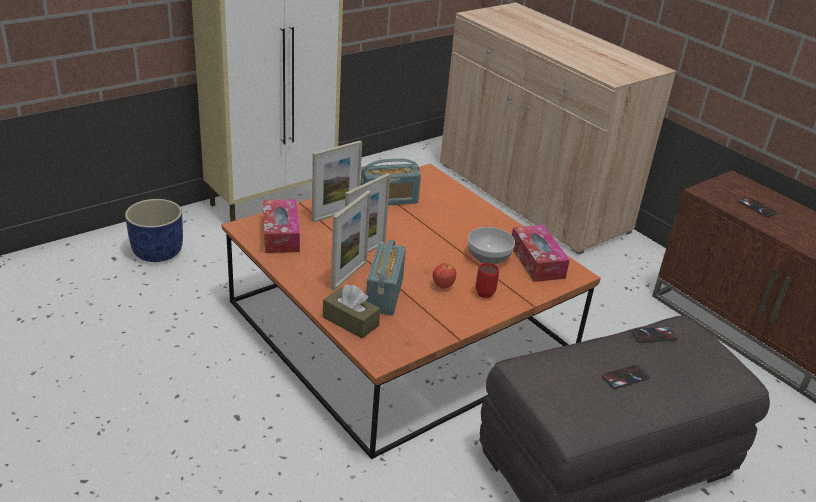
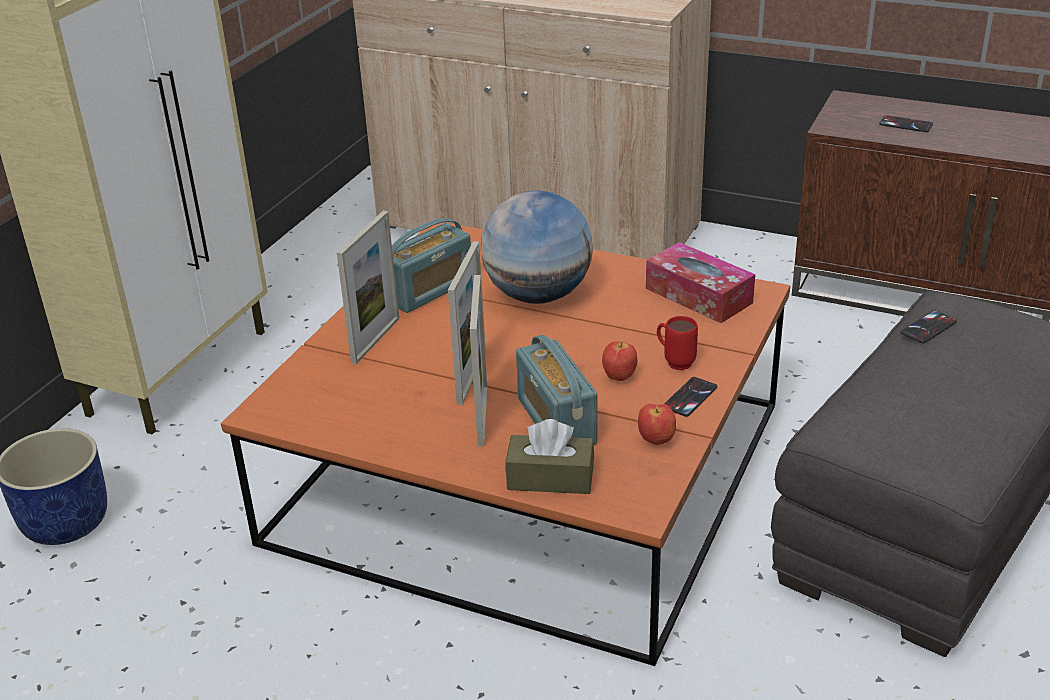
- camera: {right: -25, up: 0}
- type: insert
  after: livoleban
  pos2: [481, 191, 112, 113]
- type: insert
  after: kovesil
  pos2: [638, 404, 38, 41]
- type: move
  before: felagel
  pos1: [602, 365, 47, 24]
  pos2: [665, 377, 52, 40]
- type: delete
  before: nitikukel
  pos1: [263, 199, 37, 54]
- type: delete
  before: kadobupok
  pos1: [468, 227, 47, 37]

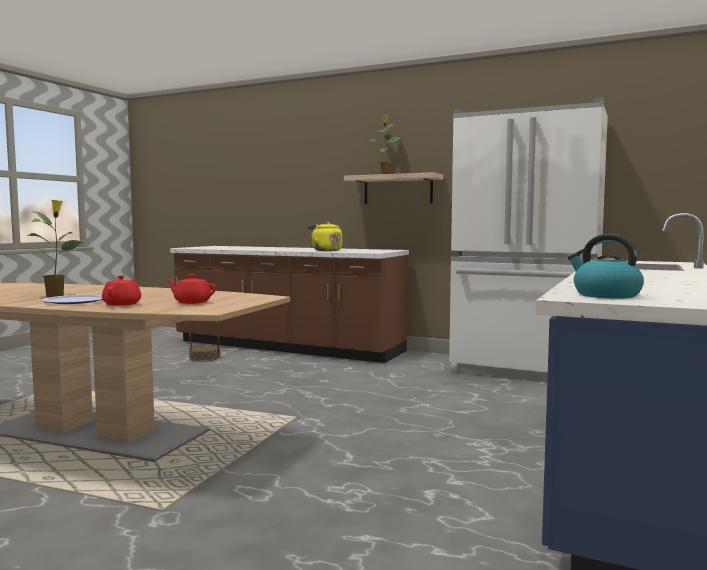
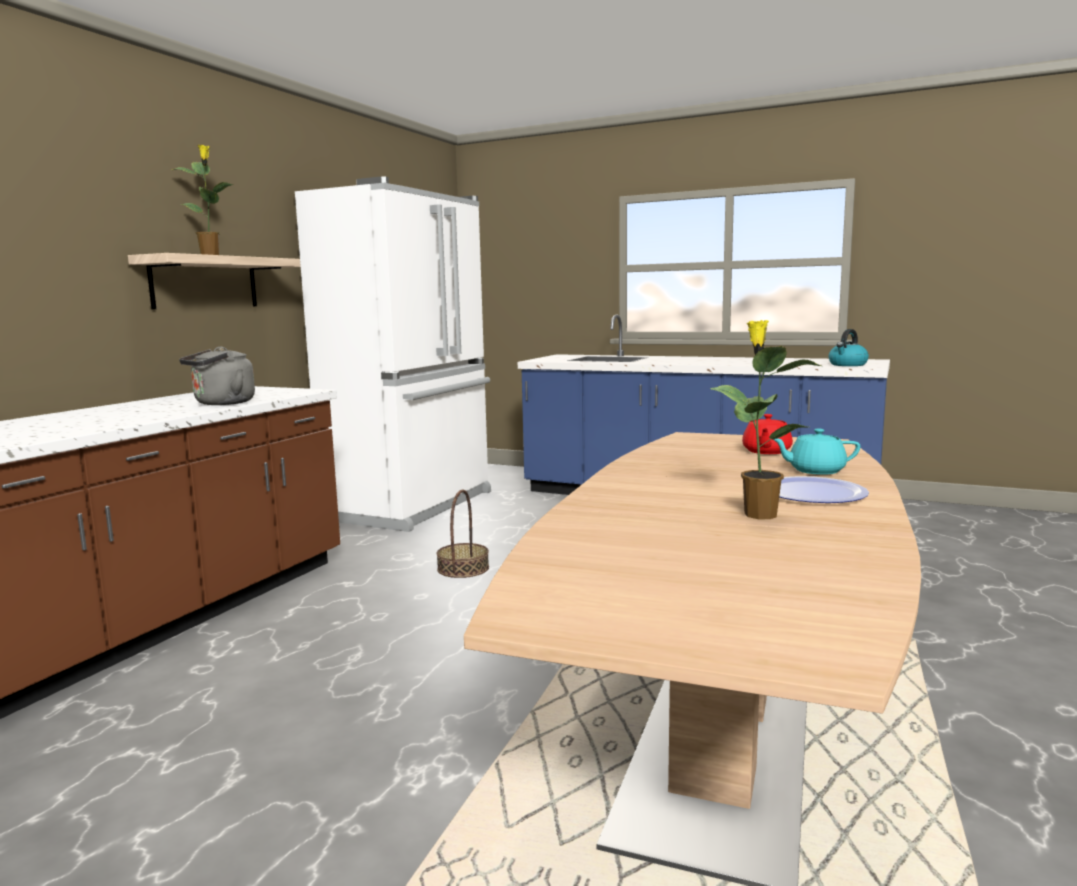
- camera: {right: -90, up: 5}
- type: recolor
  before: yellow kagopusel
  after: grey kagopusel
  pos1: [307, 222, 35, 29]
  pos2: [179, 347, 76, 58]
- type: move
  before: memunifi
  pos1: [189, 321, 31, 41]
  pos2: [437, 489, 52, 89]
- type: recolor
  before: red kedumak
  after: turquoise kedumak
  pos1: [102, 275, 39, 31]
  pos2: [773, 429, 87, 46]

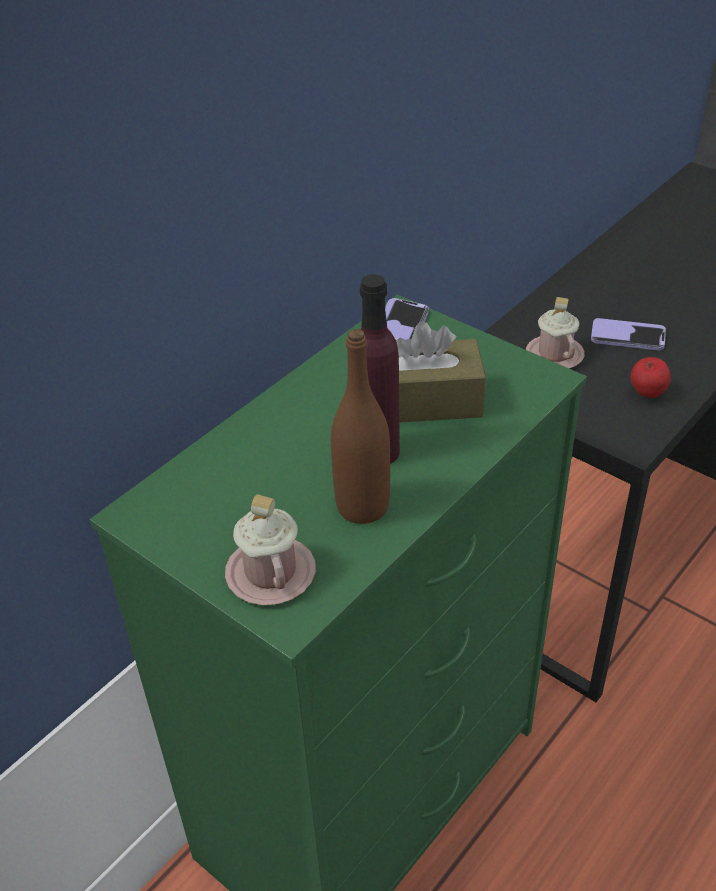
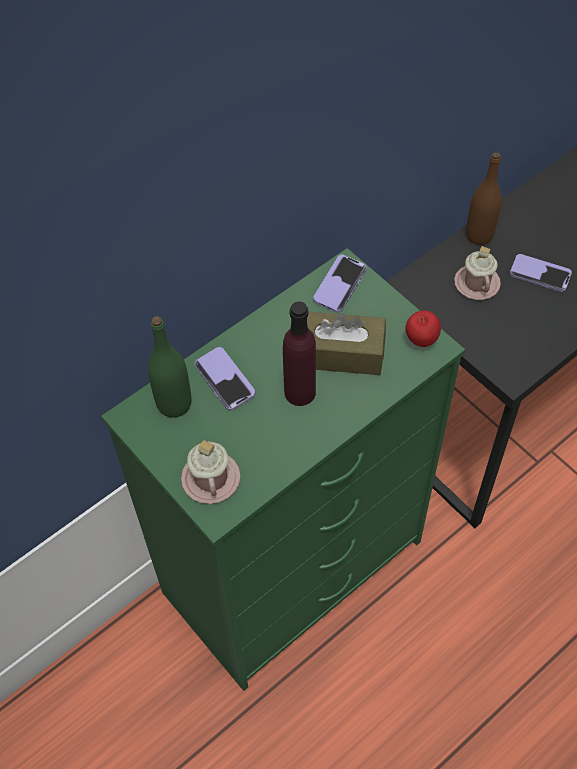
- camera: {right: 10, up: 15}
- type: insert
  after: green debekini
  pos2: [148, 316, 43, 102]
- type: insert
  after: felagel
  pos2: [195, 347, 61, 64]
- type: move
  before: kovesil
  pos1: [630, 357, 41, 41]
  pos2: [405, 310, 36, 37]
- type: move
  before: brown debekini
  pos1: [331, 329, 59, 195]
  pos2: [466, 152, 36, 93]

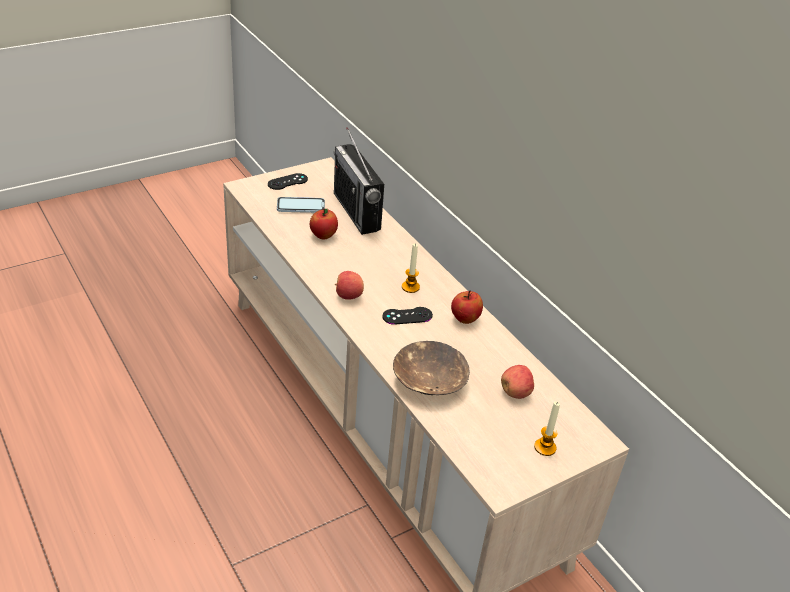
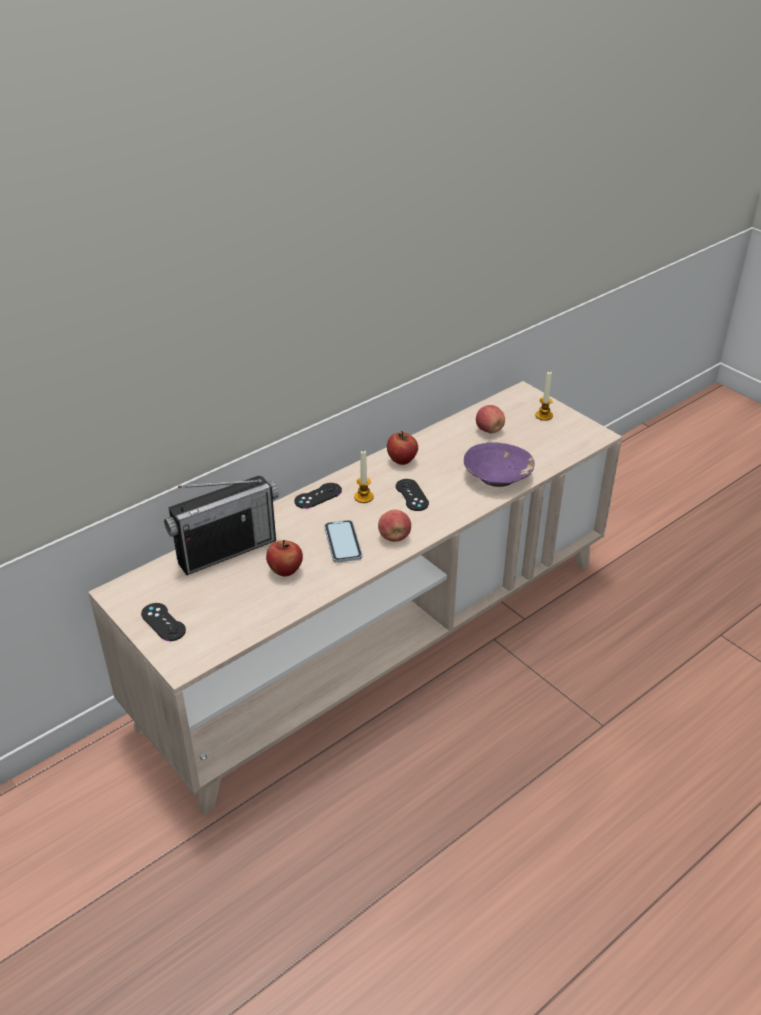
- camera: {right: -95, up: 0}
- type: insert
  after: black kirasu
  pos2: [294, 483, 48, 26]
- type: move
  before: felagel
  pos1: [277, 197, 48, 16]
  pos2: [324, 520, 38, 43]
- type: recolor
  before: brown kadobupok
  after: purple kadobupok
  pos1: [393, 341, 77, 54]
  pos2: [464, 442, 71, 45]

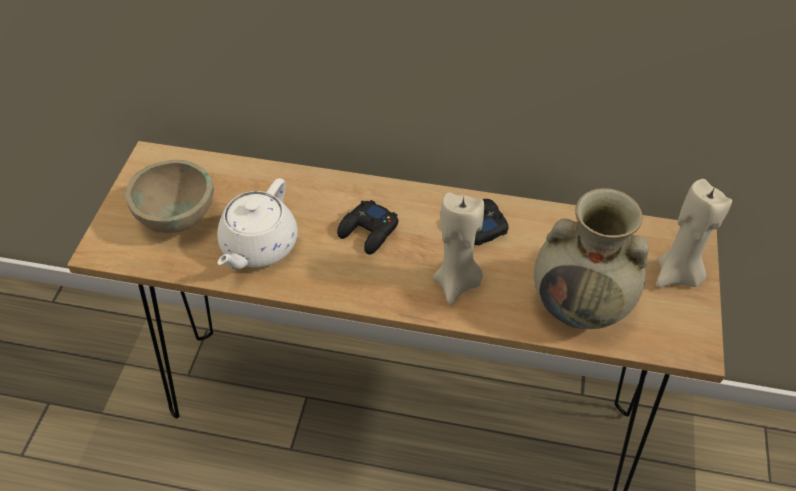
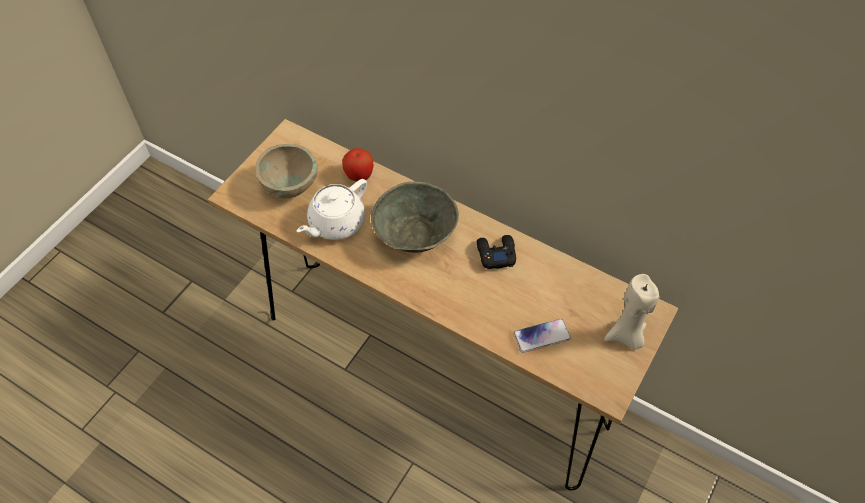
- camera: {right: 20, up: 5}
- type: insert
  after: kovesil
  pos2: [342, 148, 31, 33]
- type: replace
  before: black kirasu
  after: grey kadobupok
  pos1: [337, 200, 61, 54]
  pos2: [371, 182, 88, 71]
- type: replace
  before: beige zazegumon
  after: felagel
  pos1: [534, 188, 115, 141]
  pos2: [513, 318, 58, 35]
- type: delete
  before: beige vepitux
  pos1: [433, 192, 51, 113]

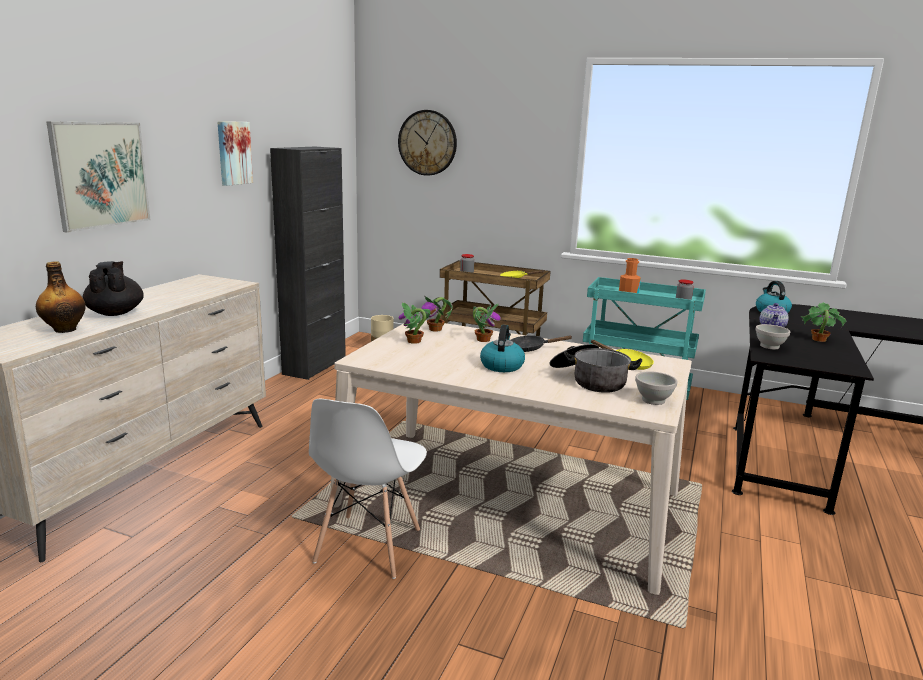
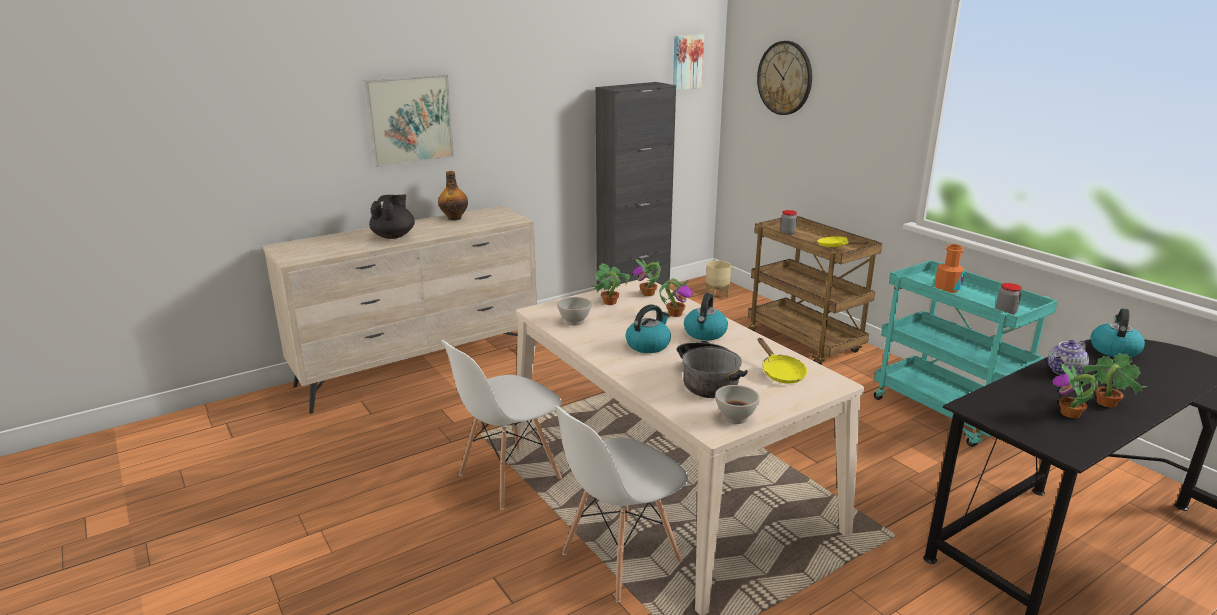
- camera: {right: 35, up: 5}
- type: move
  before: debekini
  pos1: [36, 262, 50, 71]
  pos2: [438, 171, 30, 49]
- type: insert
  after: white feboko
  pos2: [554, 405, 134, 197]
- type: move
  before: white kadobupok
  pos1: [755, 324, 35, 25]
  pos2: [557, 297, 35, 29]
- type: move
  before: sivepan
  pos1: [217, 121, 36, 65]
  pos2: [673, 34, 31, 56]
- type: replace
  before: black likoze
  after: kagopusel
  pos1: [510, 336, 63, 16]
  pos2: [684, 293, 44, 47]
- type: insert
  after: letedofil
  pos2: [1053, 363, 45, 55]

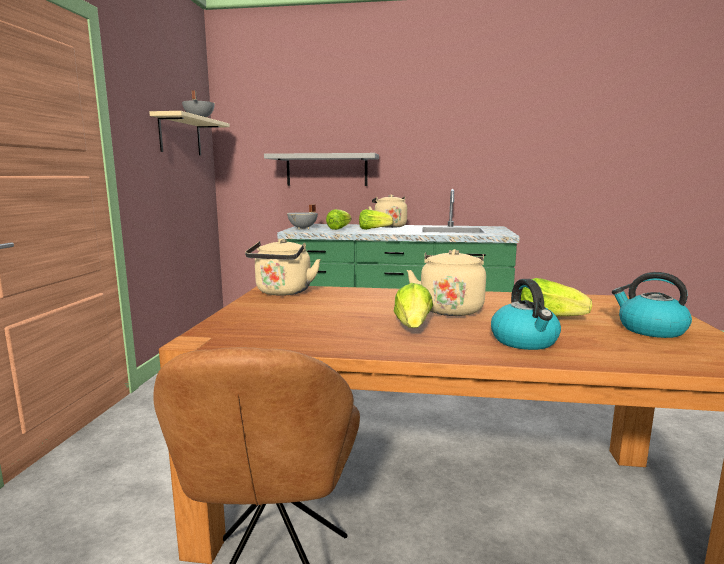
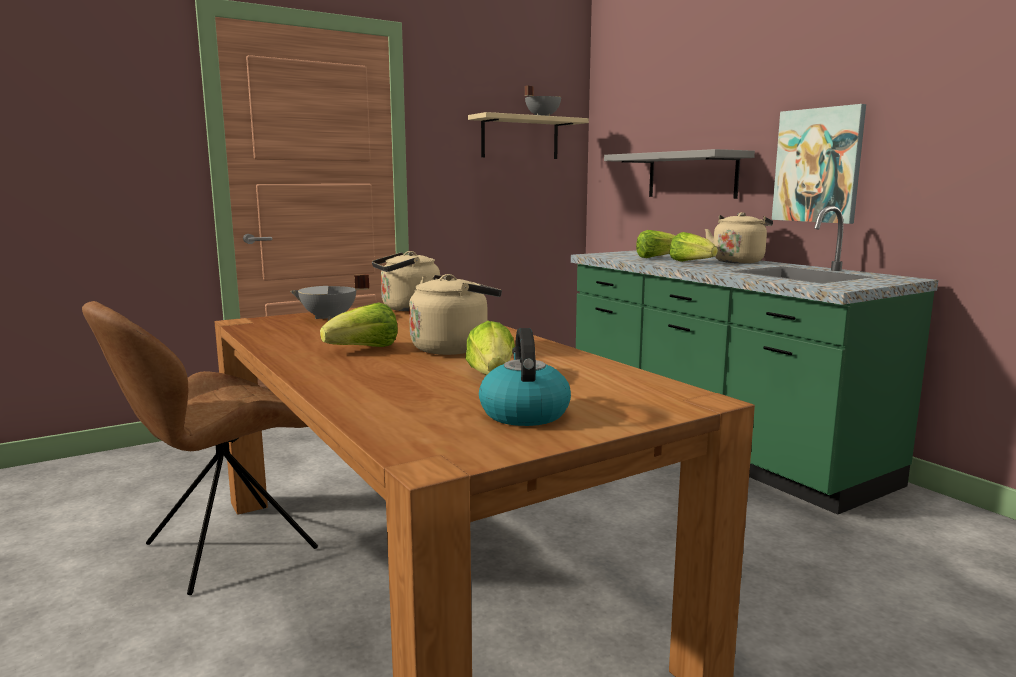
- camera: {right: 50, up: 0}
- type: move
  before: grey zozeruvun
  pos1: [287, 204, 31, 25]
  pos2: [290, 274, 79, 47]
- type: insert
  after: sivepan
  pos2: [772, 104, 94, 120]
- type: delete
  before: kagopusel
  pos1: [491, 279, 70, 71]

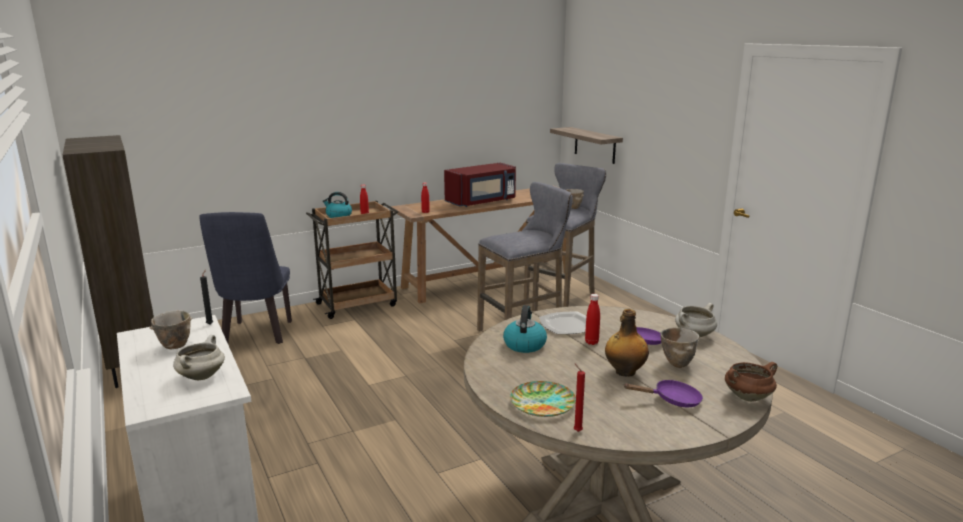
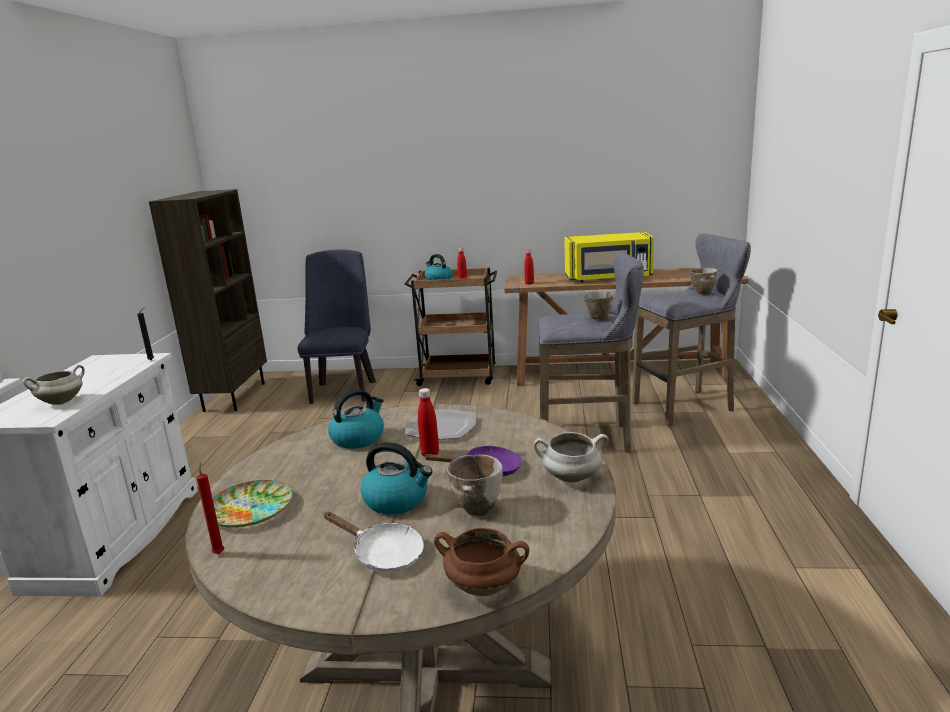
- camera: {right: 35, up: 0}
- type: rotate
  before: blue feboko
  pos1: [199, 212, 93, 132]
  pos2: [298, 249, 78, 155]
  turn: 150
- type: recolor
  before: purple likoze
  after: white likoze
  pos1: [623, 380, 80, 27]
  pos2: [324, 512, 100, 61]
- type: replace
  before: debekini
  after: kagopusel
  pos1: [605, 309, 44, 68]
  pos2: [360, 442, 73, 73]
- type: recolor
  before: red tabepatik
  after: yellow tabepatik
  pos1: [444, 163, 72, 44]
  pos2: [564, 232, 90, 50]
- type: move
  before: kadobupok
  pos1: [150, 310, 42, 39]
  pos2: [583, 290, 32, 30]
- type: delete
  before: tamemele
  pos1: [550, 127, 73, 37]

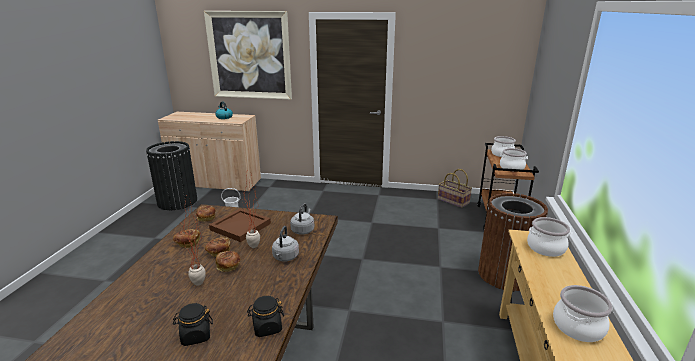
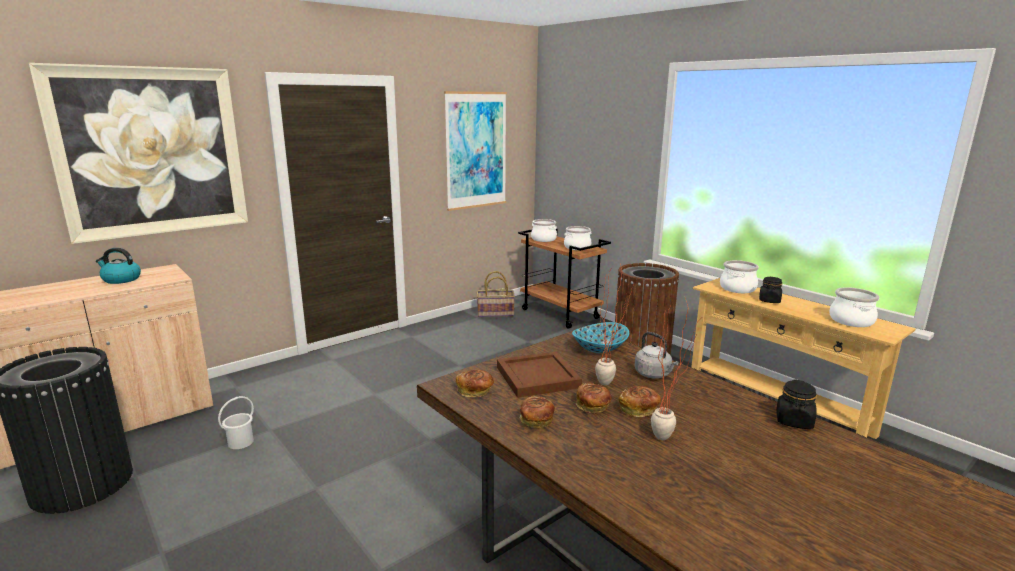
- camera: {right: -50, up: -5}
- type: insert
  after: sivepan
  pos2: [444, 91, 63, 120]
- type: replace
  before: grey kagopusel
  after: kadobupok
  pos1: [290, 203, 24, 32]
  pos2: [572, 322, 57, 31]
- type: move
  before: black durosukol
  pos1: [173, 303, 40, 43]
  pos2: [759, 277, 23, 26]

